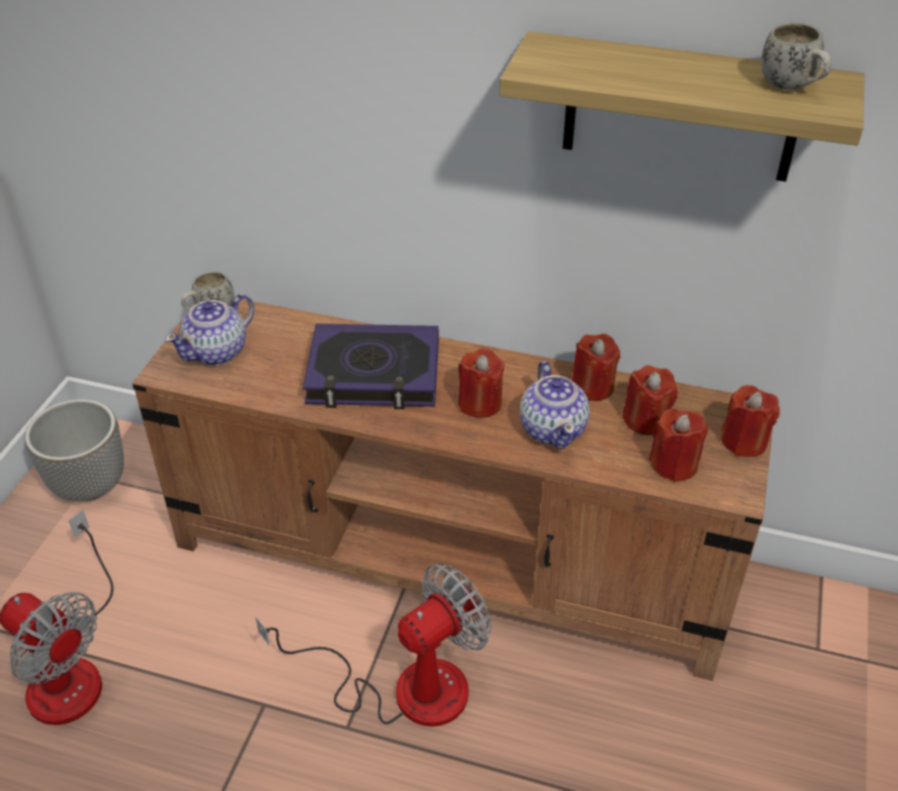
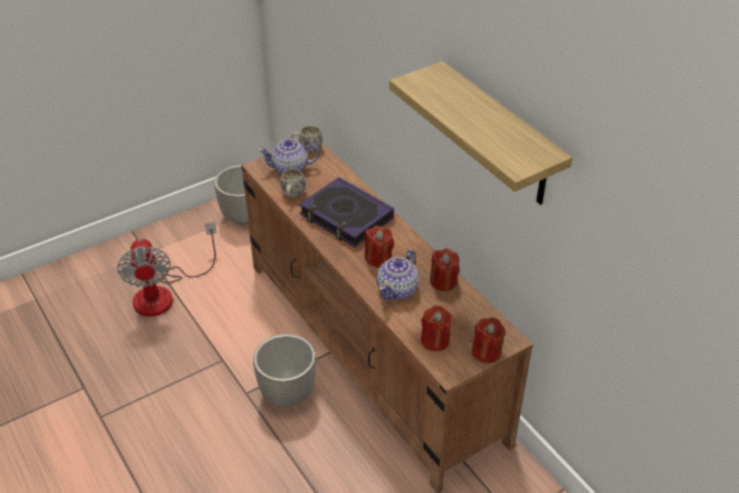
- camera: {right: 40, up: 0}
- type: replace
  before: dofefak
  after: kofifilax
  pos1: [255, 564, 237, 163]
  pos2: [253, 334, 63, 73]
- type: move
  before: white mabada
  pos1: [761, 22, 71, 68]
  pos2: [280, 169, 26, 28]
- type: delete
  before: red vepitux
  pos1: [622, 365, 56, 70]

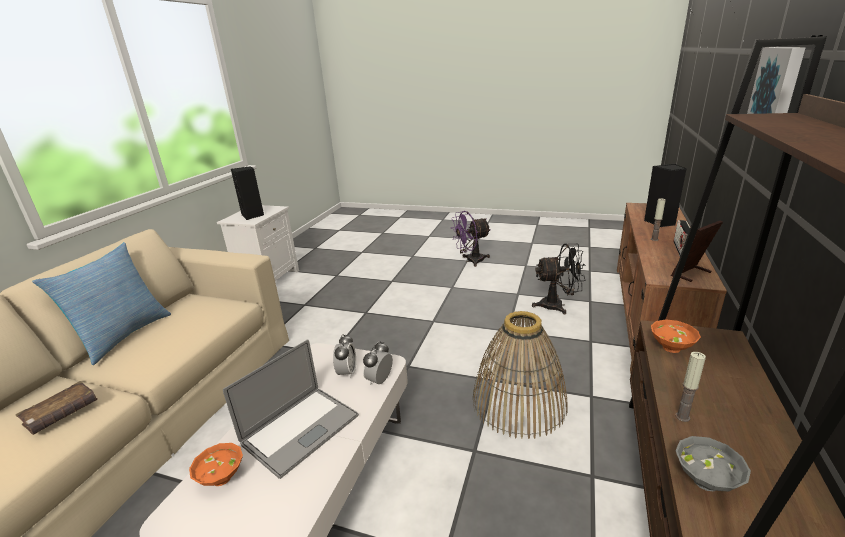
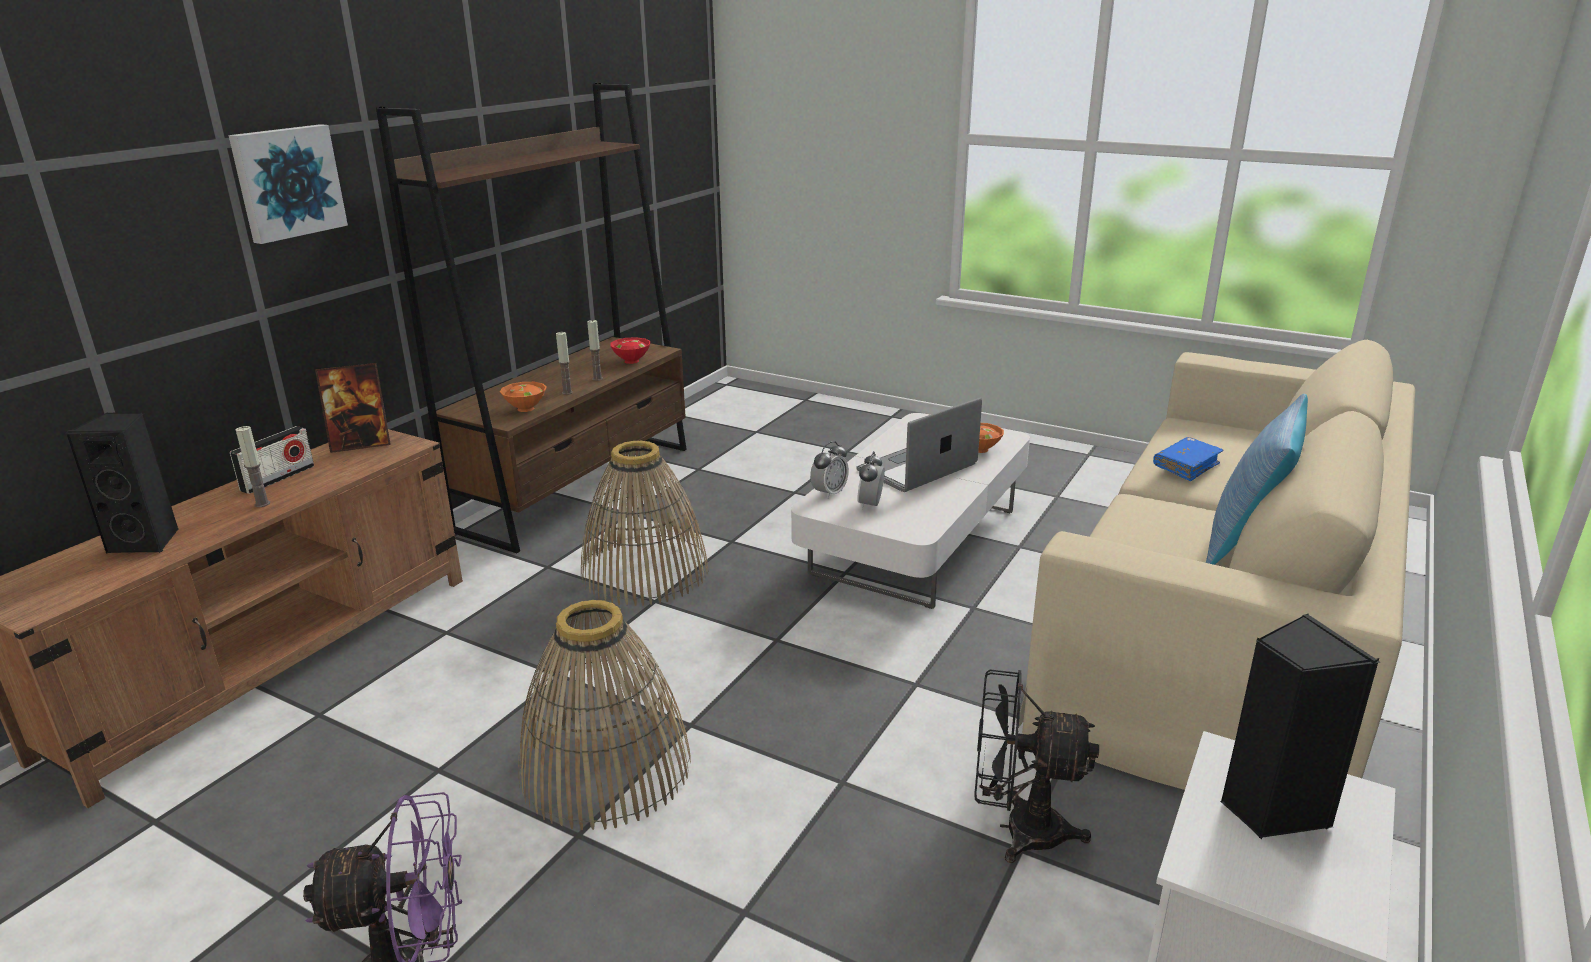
- camera: {right: -170, up: 0}
- type: insert
  after: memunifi
  pos2: [518, 600, 173, 231]
- type: insert
  after: vepitux
  pos2: [556, 332, 17, 63]
- type: recolor
  before: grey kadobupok
  after: red kadobupok
  pos1: [676, 436, 75, 56]
  pos2: [610, 337, 40, 27]
- type: move
  before: black dofefak
  pos1: [532, 244, 54, 70]
  pos2: [974, 669, 125, 194]
- type: recolor
  before: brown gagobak
  after: blue gagobak
  pos1: [16, 381, 81, 54]
  pos2: [1153, 437, 70, 44]

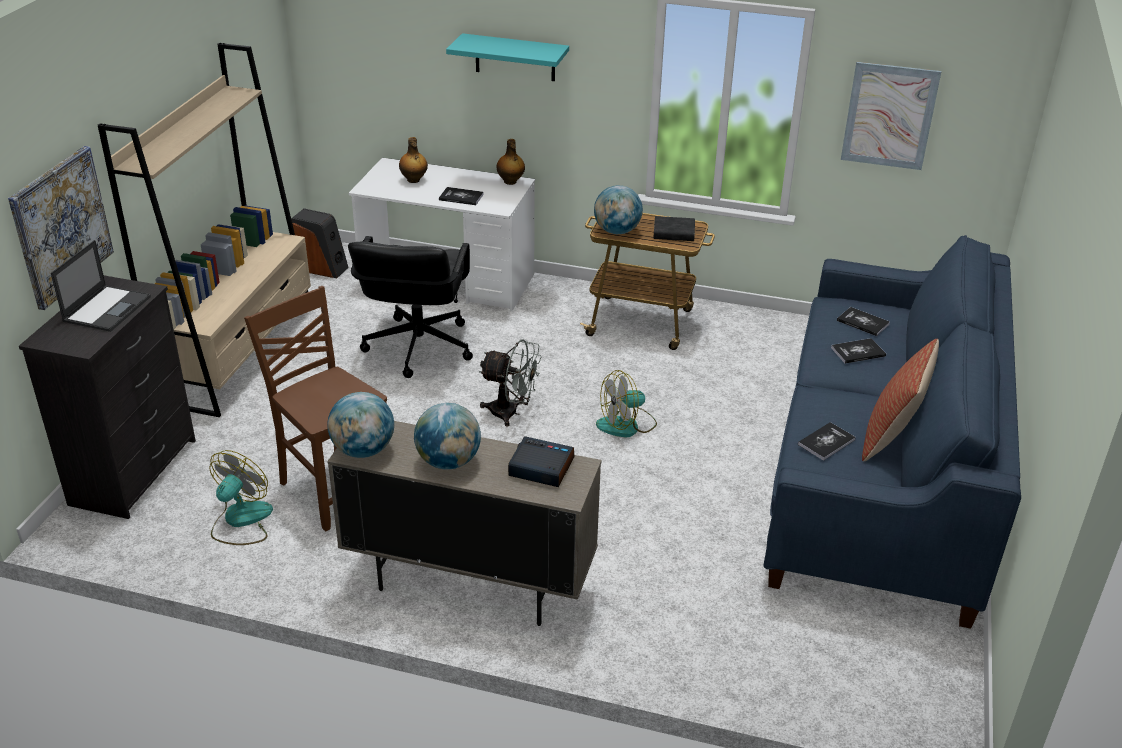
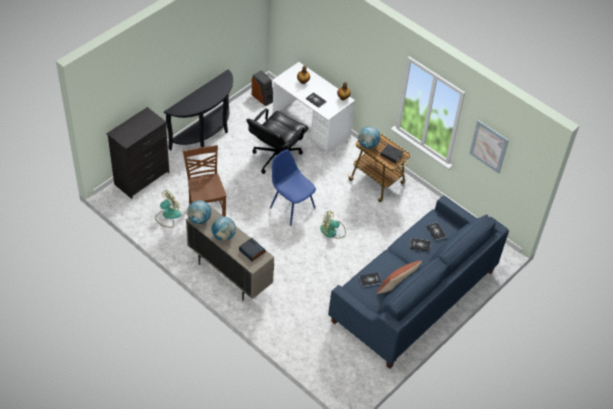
- camera: {right: 25, up: 15}
- type: replace
  before: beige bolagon
  after: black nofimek
  pos1: [98, 43, 213, 374]
  pos2: [164, 69, 69, 82]
- type: replace
  before: grey dofefak
  after: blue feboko
  pos1: [479, 339, 63, 88]
  pos2: [270, 150, 46, 76]
- type: delete
  before: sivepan
  pos1: [8, 146, 106, 164]
- type: delete
  before: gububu
  pos1: [51, 240, 100, 92]
- type: delete
  before: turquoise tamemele
  pos1: [446, 33, 123, 48]

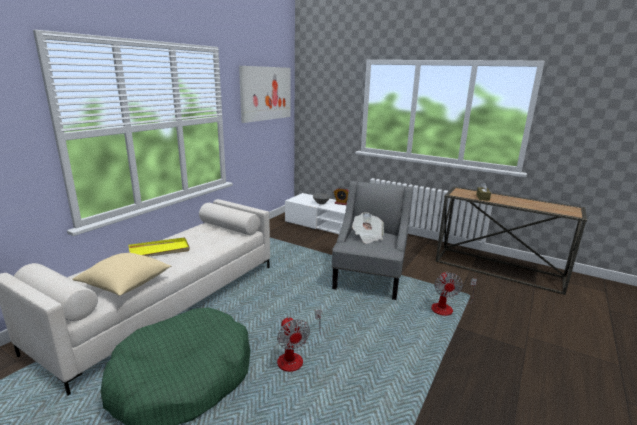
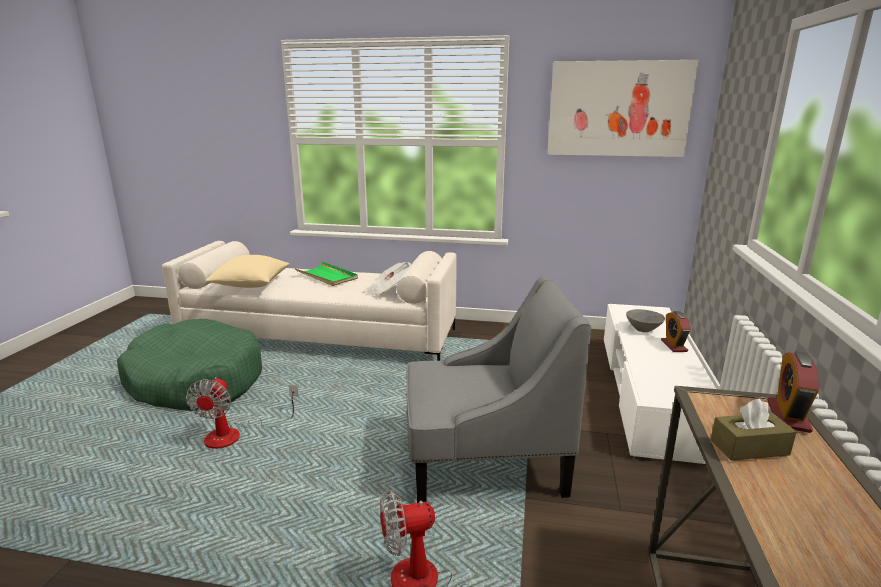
- camera: {right: 70, up: 0}
- type: rotate
  before: dofefak
  pos1: [277, 310, 44, 62]
  pos2: [186, 377, 112, 72]
  turn: -45
- type: recolor
  before: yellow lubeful
  after: green lubeful
  pos1: [128, 237, 62, 20]
  pos2: [295, 261, 63, 25]
- type: move
  before: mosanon
  pos1: [352, 212, 32, 31]
  pos2: [364, 262, 47, 34]
- type: insert
  after: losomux
  pos2: [768, 351, 51, 82]

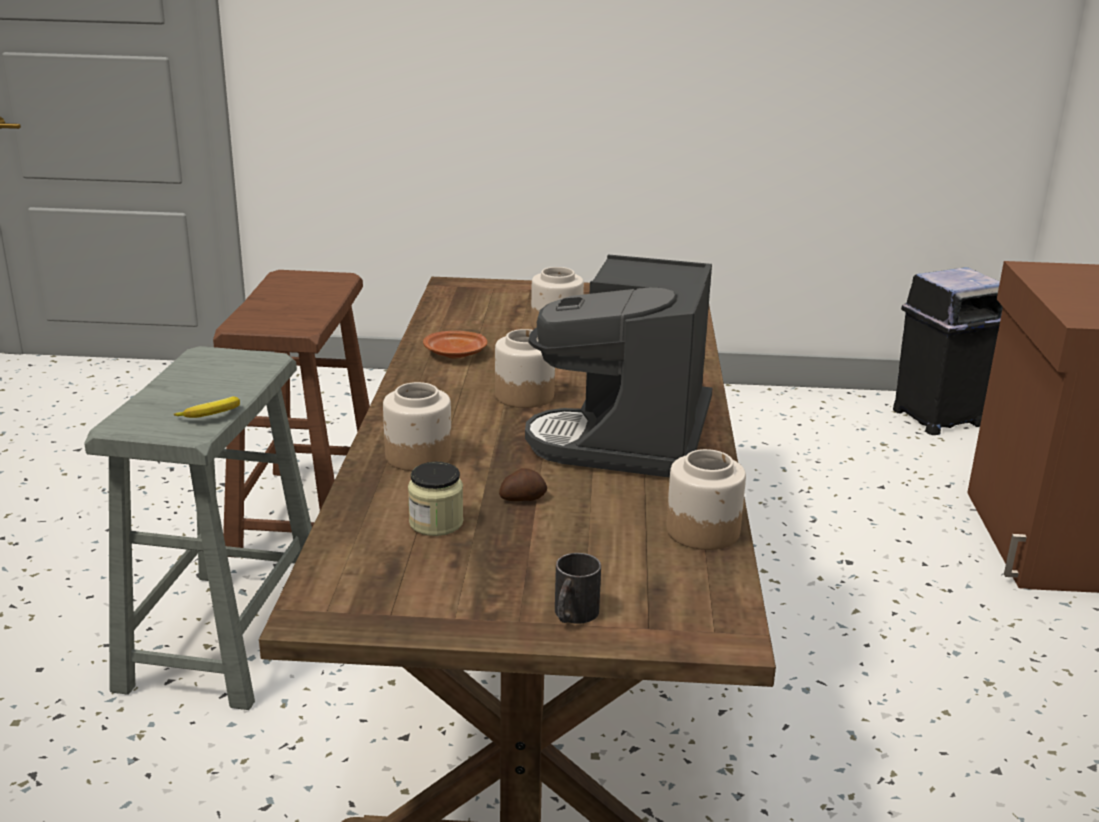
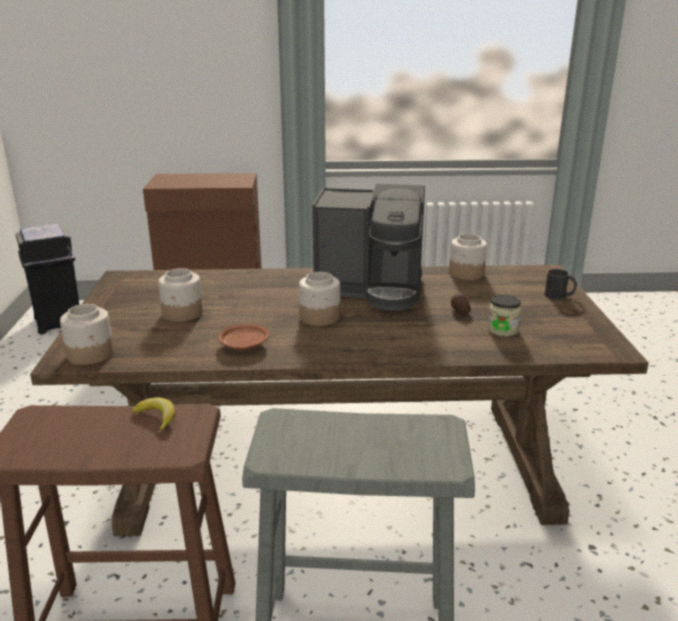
- camera: {right: -95, up: 0}
- type: move
  before: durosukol
  pos1: [383, 382, 69, 89]
  pos2: [60, 304, 54, 61]
- type: move
  before: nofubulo
  pos1: [173, 396, 67, 22]
  pos2: [132, 398, 44, 34]

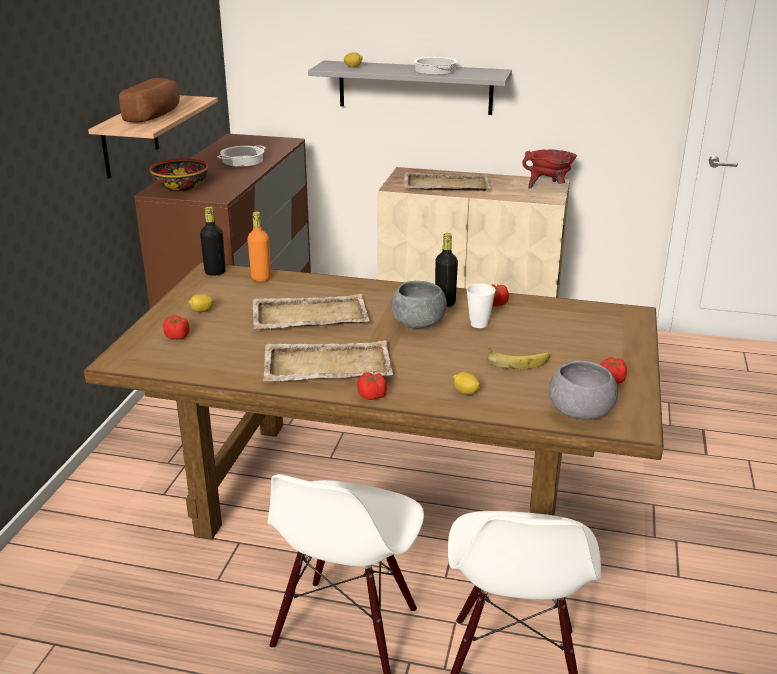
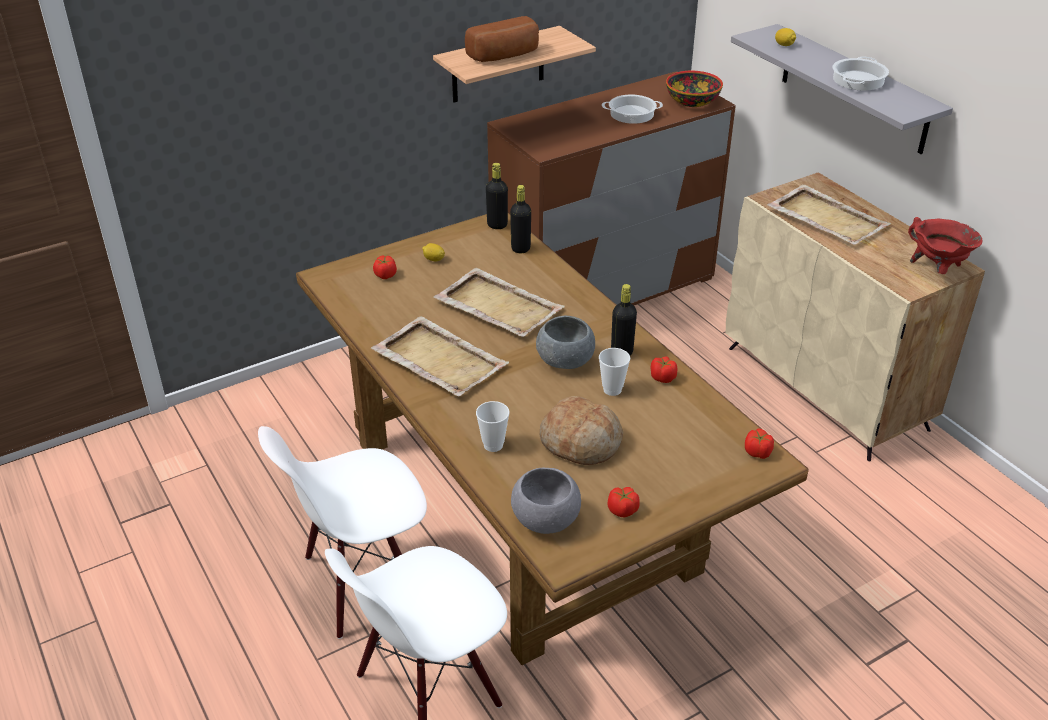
- camera: {right: 45, up: 10}
- type: replace
  before: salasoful
  after: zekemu
  pos1: [453, 372, 27, 23]
  pos2: [476, 401, 34, 51]
- type: recolor
  before: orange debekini
  after: black debekini
  pos1: [248, 211, 23, 71]
  pos2: [510, 185, 21, 68]
- type: replace
  before: nofubulo
  after: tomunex
  pos1: [487, 347, 63, 23]
  pos2: [540, 396, 83, 69]
- type: move
  before: kadobupok
  pos1: [150, 158, 58, 33]
  pos2: [666, 71, 57, 36]
- type: move
  before: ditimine
  pos1: [357, 372, 30, 28]
  pos2: [745, 428, 29, 31]

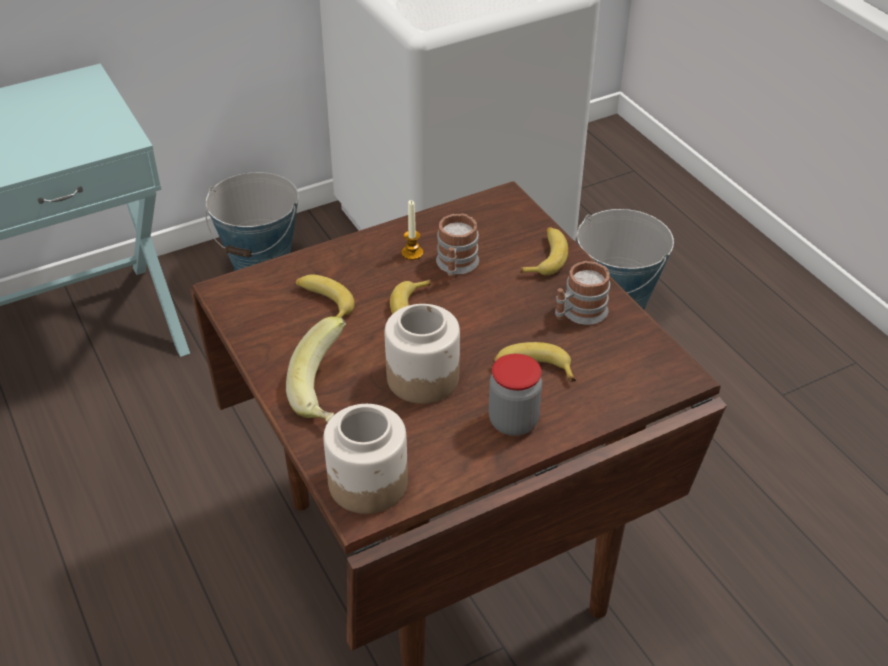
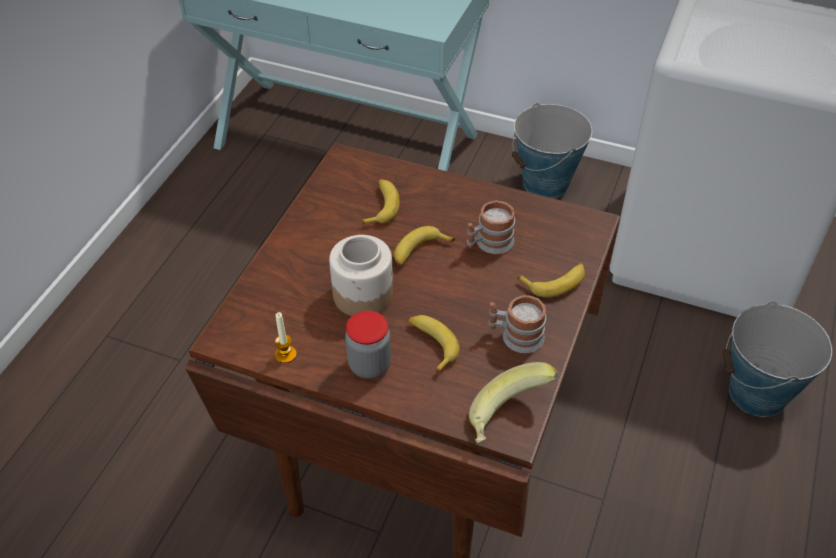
- camera: {right: 50, up: 5}
- type: move
  before: vepitux
  pos1: [401, 200, 22, 60]
  pos2: [275, 312, 22, 51]
- type: move
  before: nofubulo
  pos1: [286, 316, 60, 107]
  pos2: [469, 362, 89, 81]
- type: delete
  before: durosukol
  pos1: [323, 404, 85, 110]

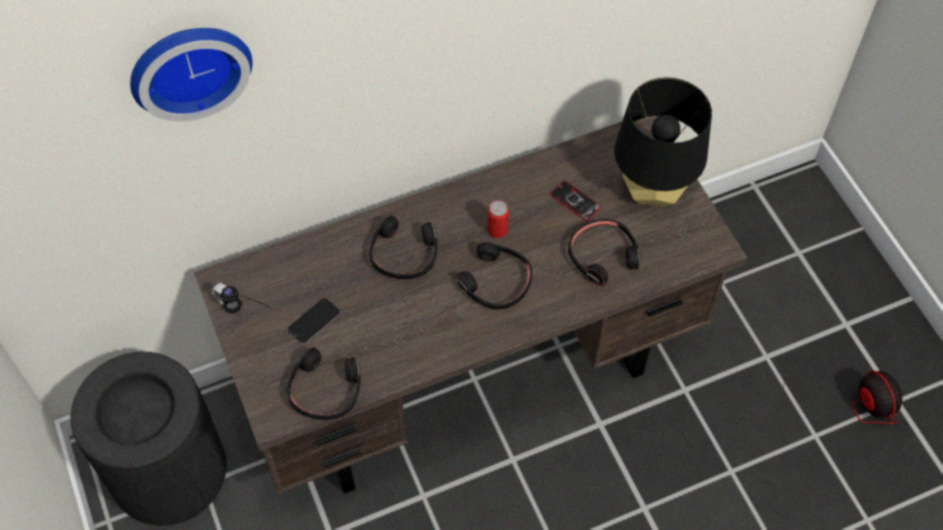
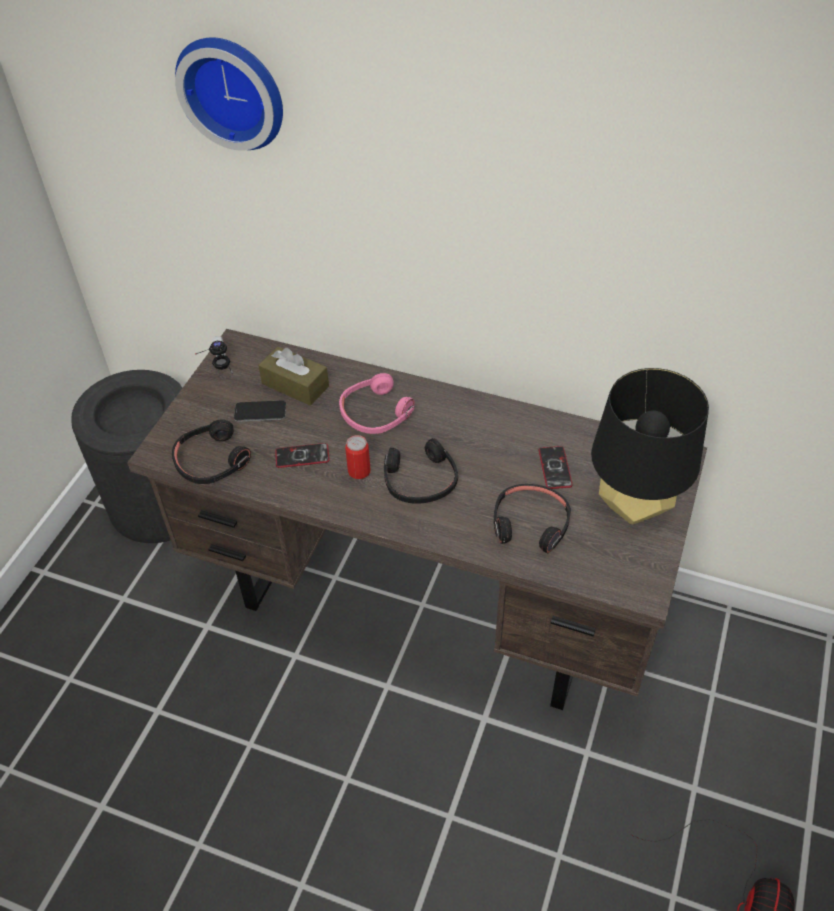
- camera: {right: 45, up: -10}
- type: insert
  after: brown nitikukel
  pos2: [258, 346, 71, 60]
- type: insert
  after: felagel
  pos2: [275, 443, 54, 25]
- type: recolor
  before: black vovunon
  after: pink vovunon
  pos1: [369, 215, 68, 64]
  pos2: [339, 373, 76, 61]
- type: move
  before: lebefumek
  pos1: [487, 200, 22, 38]
  pos2: [345, 435, 26, 44]

